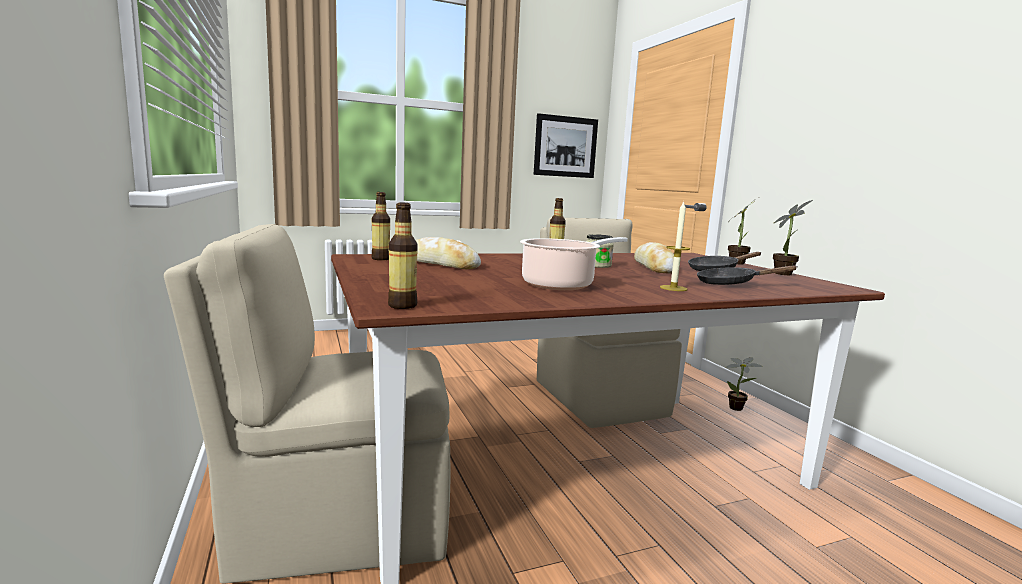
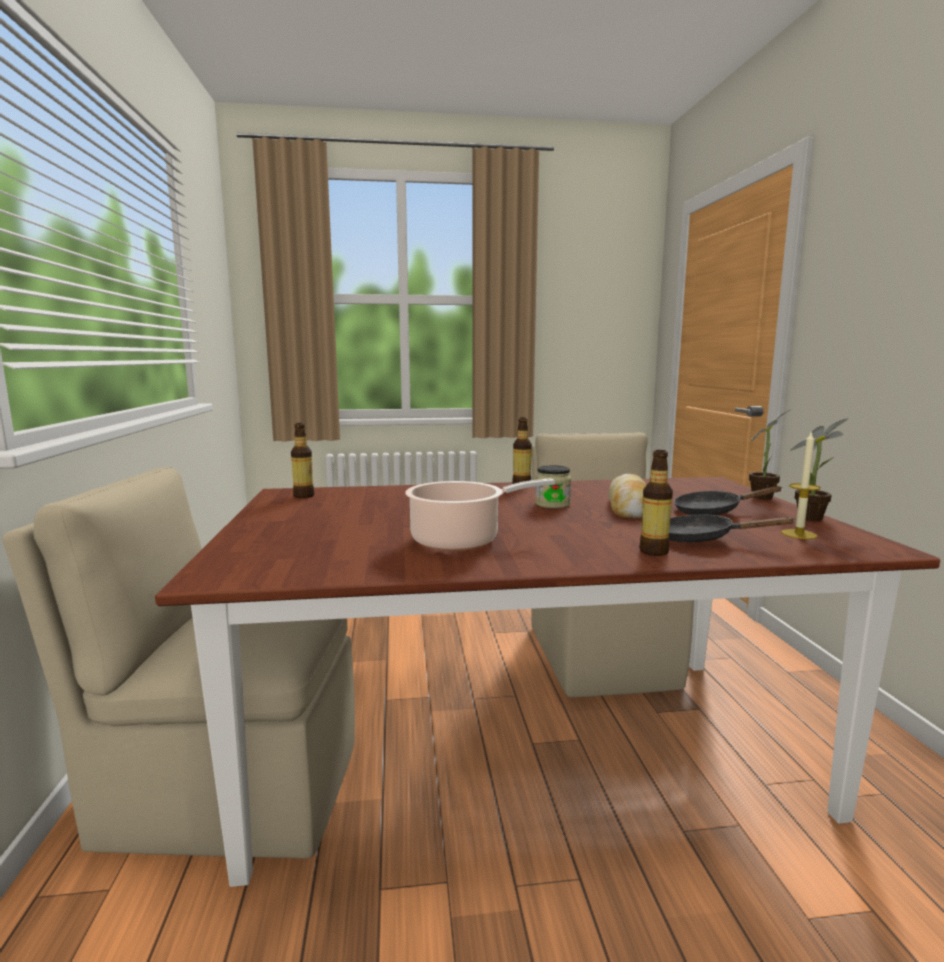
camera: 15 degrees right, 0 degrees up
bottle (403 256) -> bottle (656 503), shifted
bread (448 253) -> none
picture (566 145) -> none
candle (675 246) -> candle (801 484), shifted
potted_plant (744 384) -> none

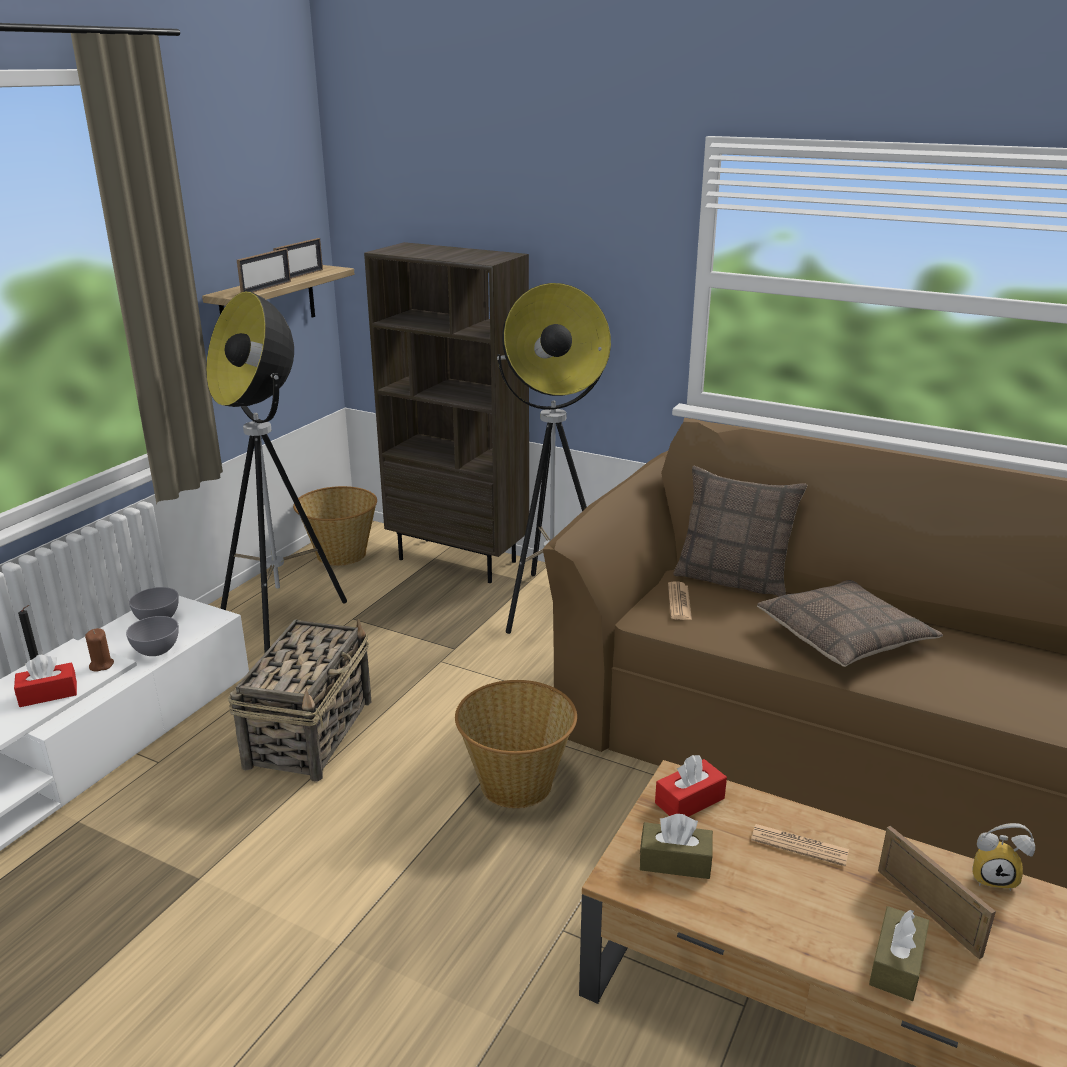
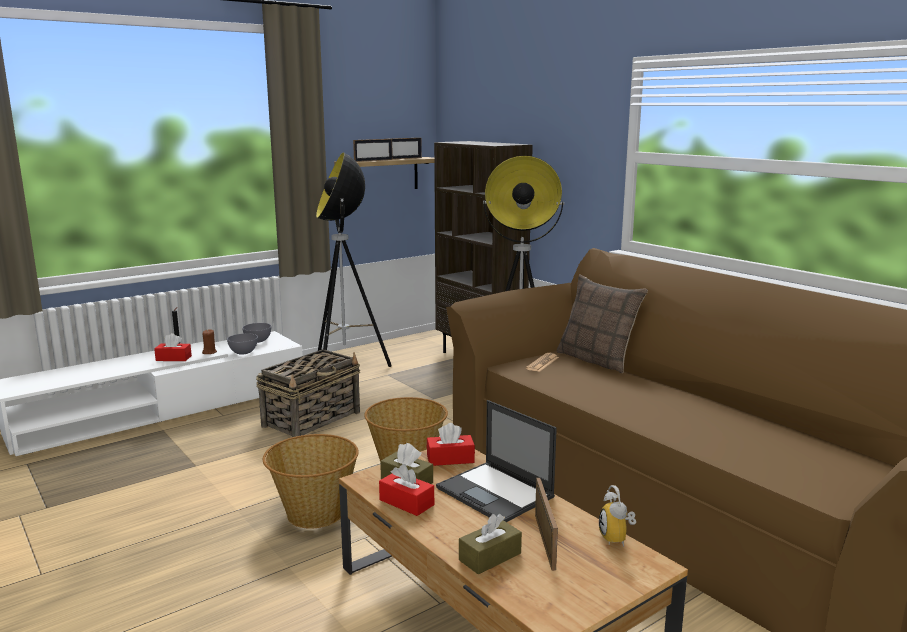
camera: 25 degrees right, 10 degrees down
basket (335 526) -> basket (311 481), shifted
newspaper (800 845) -> laptop (496 461)
pillow (850 623) -> none
alarm_clock (1004 857) -> alarm_clock (617 516), 45 degrees clockwise
none -> red_tissue_box (406 490)

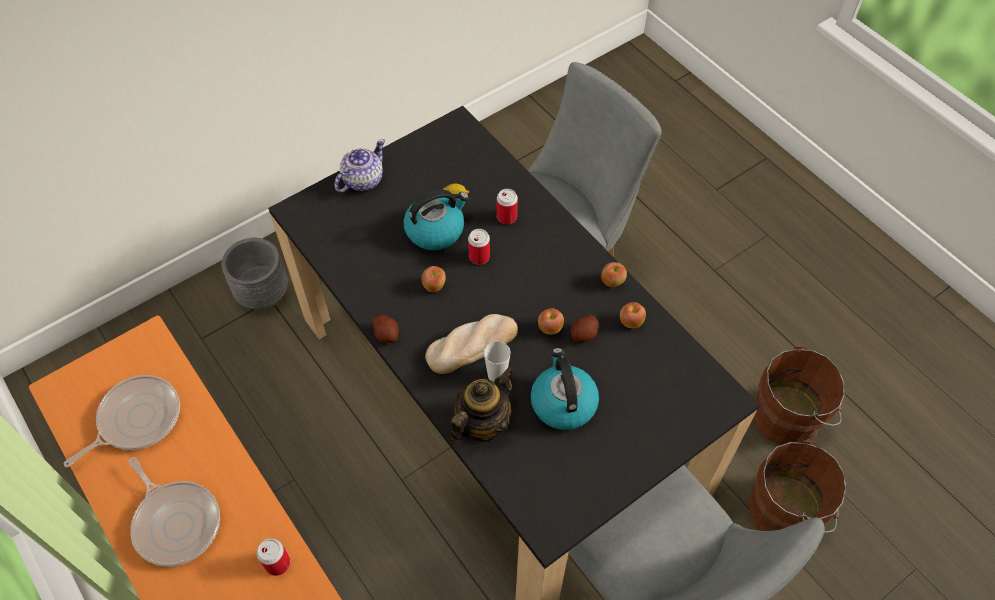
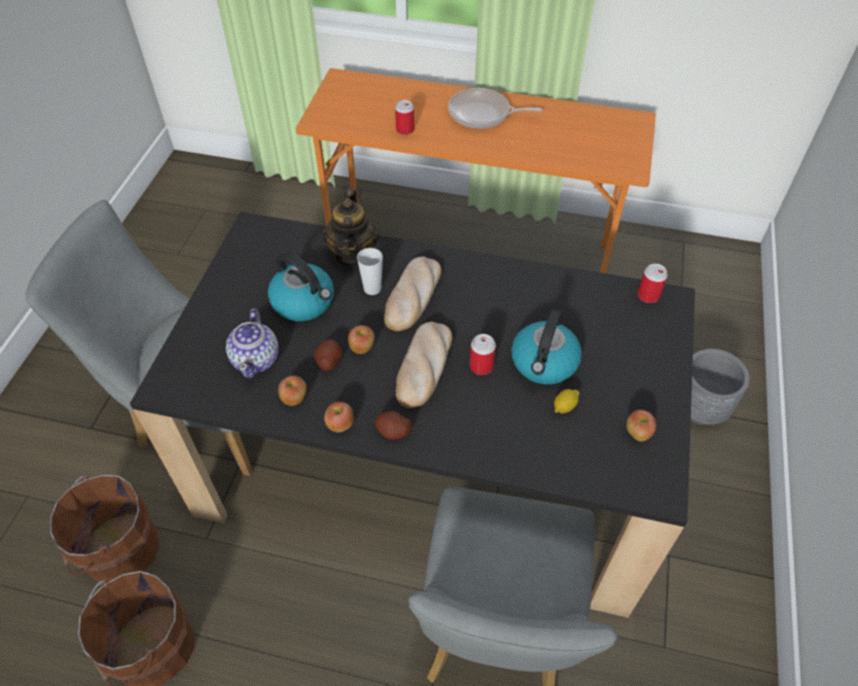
camera: 140 degrees right, 5 degrees down
frying_pan (122 421) -> none
teapot (359 166) -> teapot (252 343), shifted
potato (385 328) -> potato (393 425), shifted
apple (433 279) -> apple (641 425), shifted
can (507 206) -> can (652 283), shifted
none -> bread (424 365)

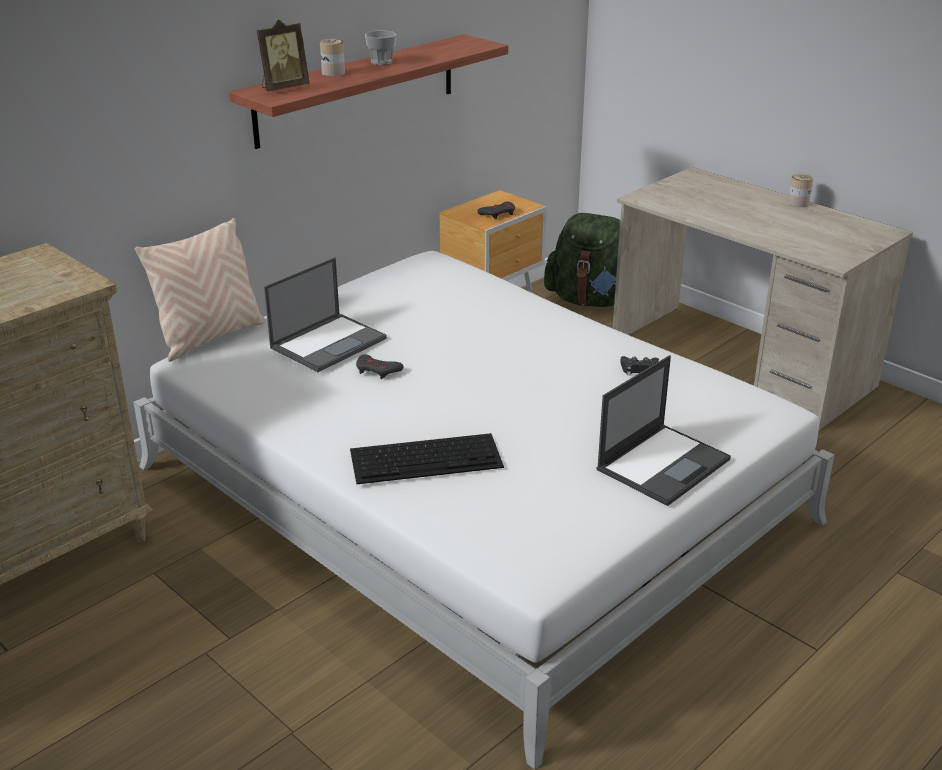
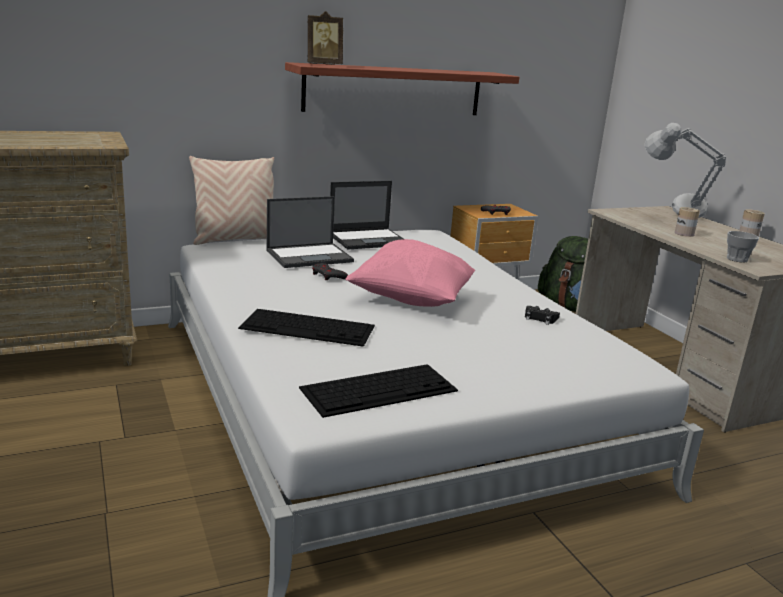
camera: 20 degrees right, 10 degrees down
can (332 57) -> can (687 222), shifted
cup (380 48) -> cup (743 247), shifted
laptop (663 430) -> laptop (367 215), shifted
none -> keyboard (378 391)
none -> pink_pillow (410 273)
none -> grey_table_lamp (685 170)

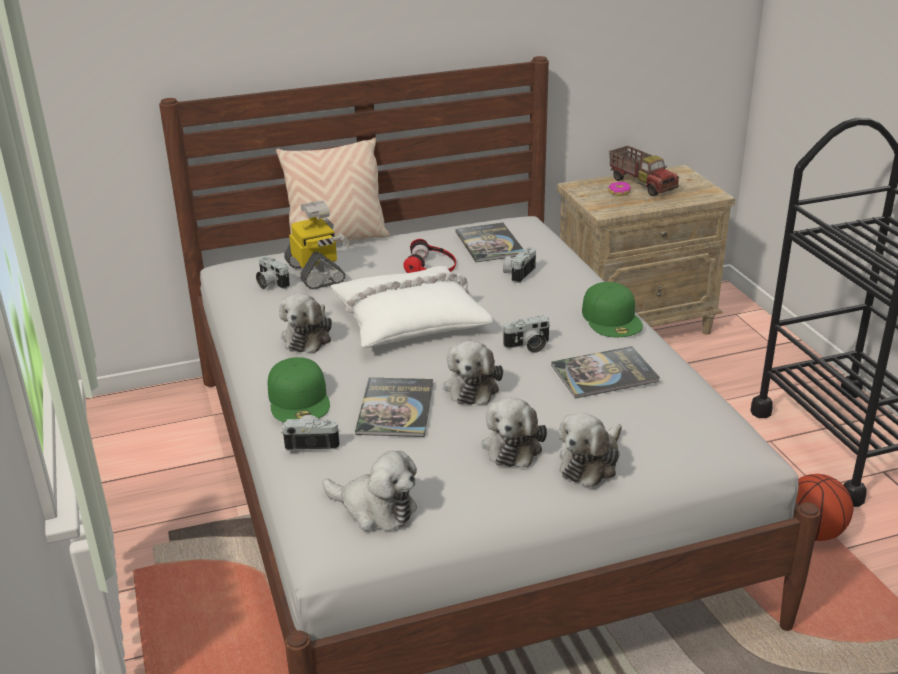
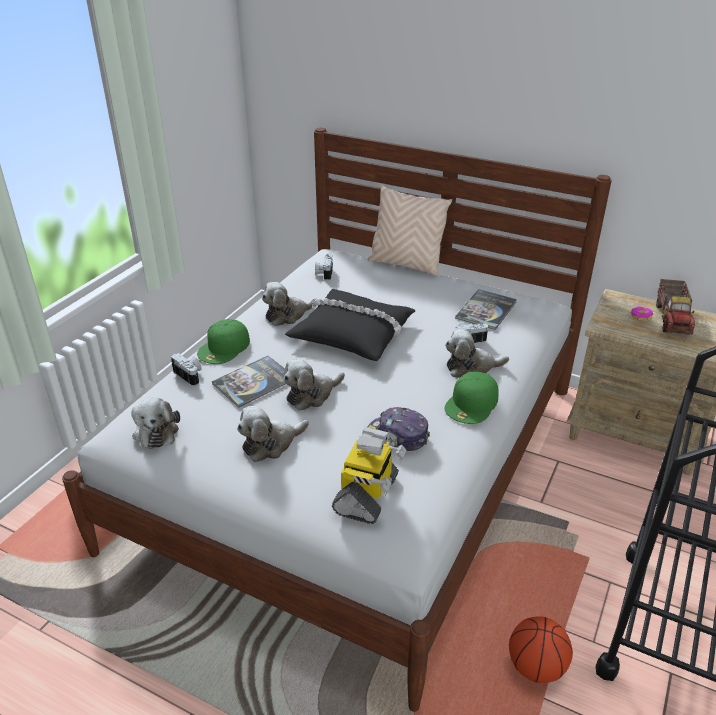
camera: 45 degrees right, 5 degrees up
toy_robot (316 244) -> toy_robot (369 475), shifted
white_pillow (412 307) -> black_pillow (350 325)
headphones (429 256) -> none
photo_camera (525 334) -> none
book (605 372) -> cap (399 429)
plush_toy (590 450) -> plush_toy (477 353), shifted

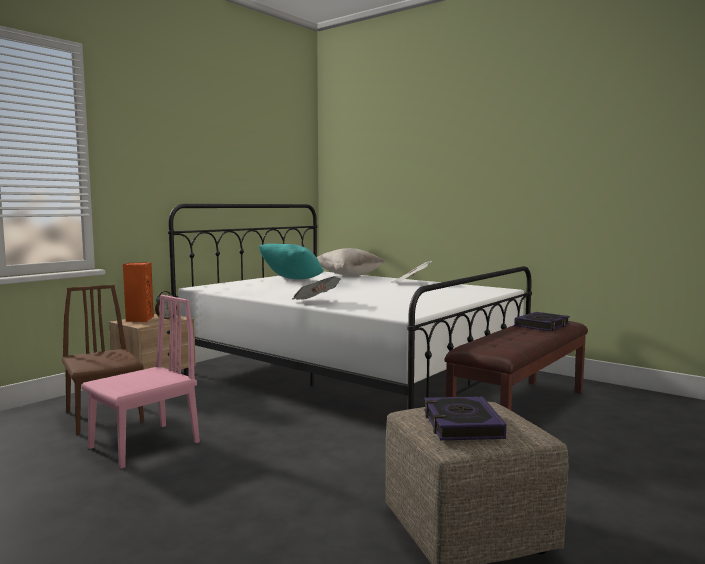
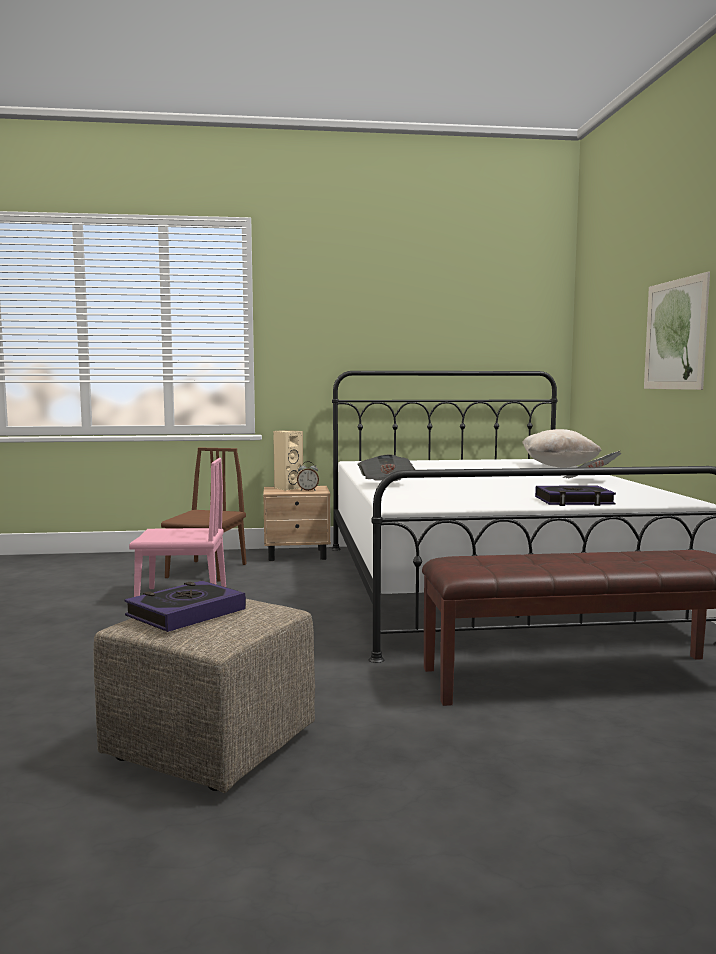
camera: 45 degrees right, 0 degrees up
orange_speaker (138 292) -> beige_speaker (288 460)
turquoise_pillow (291 261) -> none
book (542 321) -> book (575 495), shifted
none -> picture (677 331)

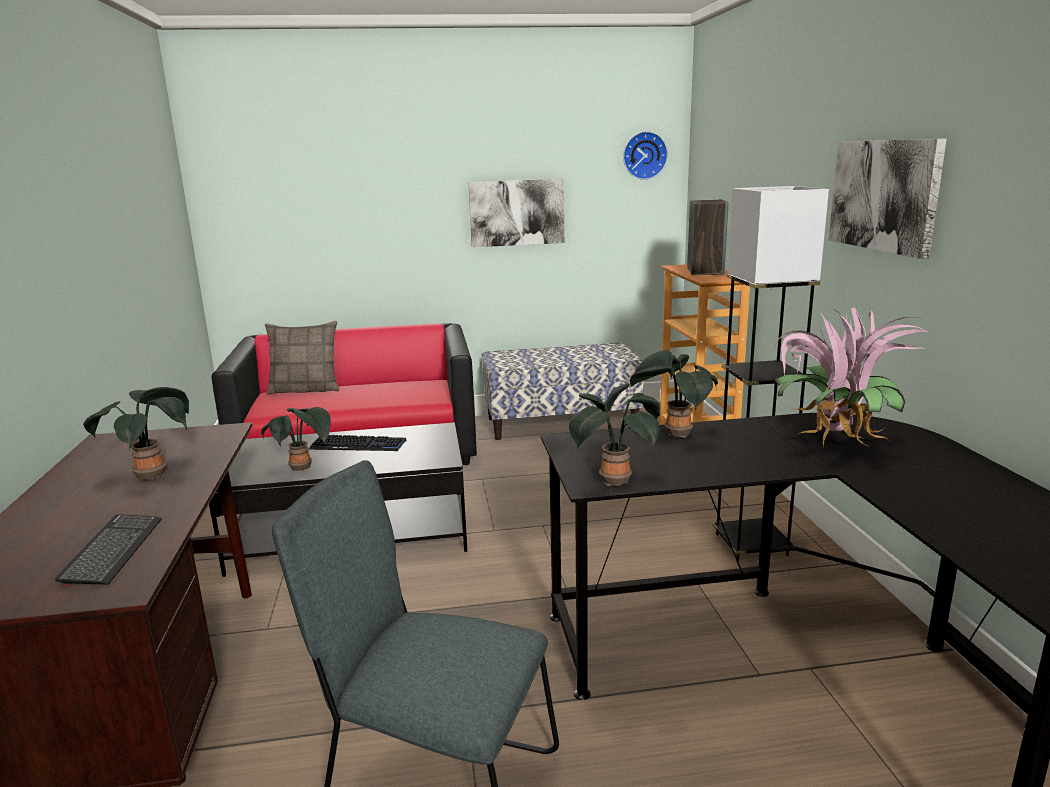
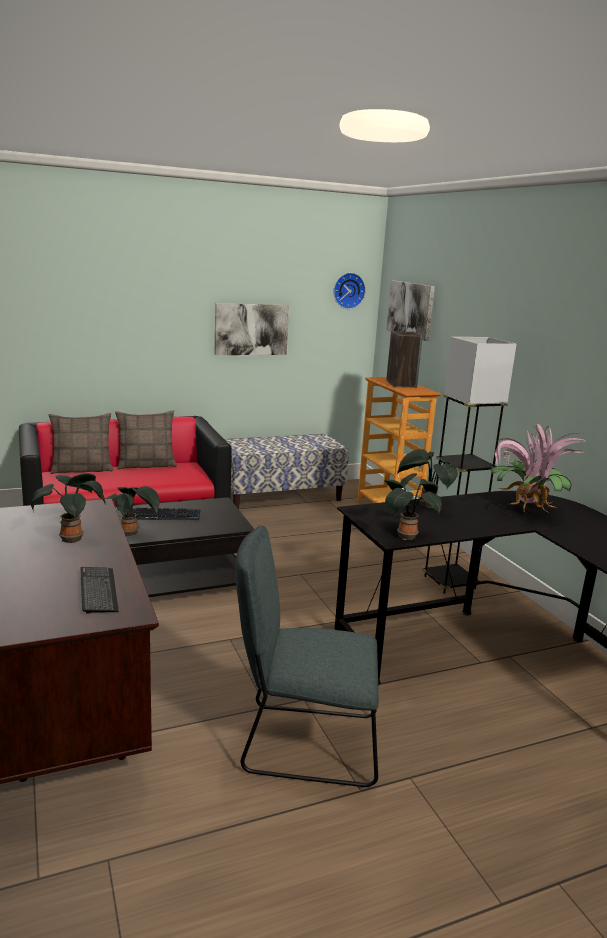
camera: 15 degrees left, 0 degrees up
picture (888 198) -> picture (410 310), shifted
none -> pillow (146 440)

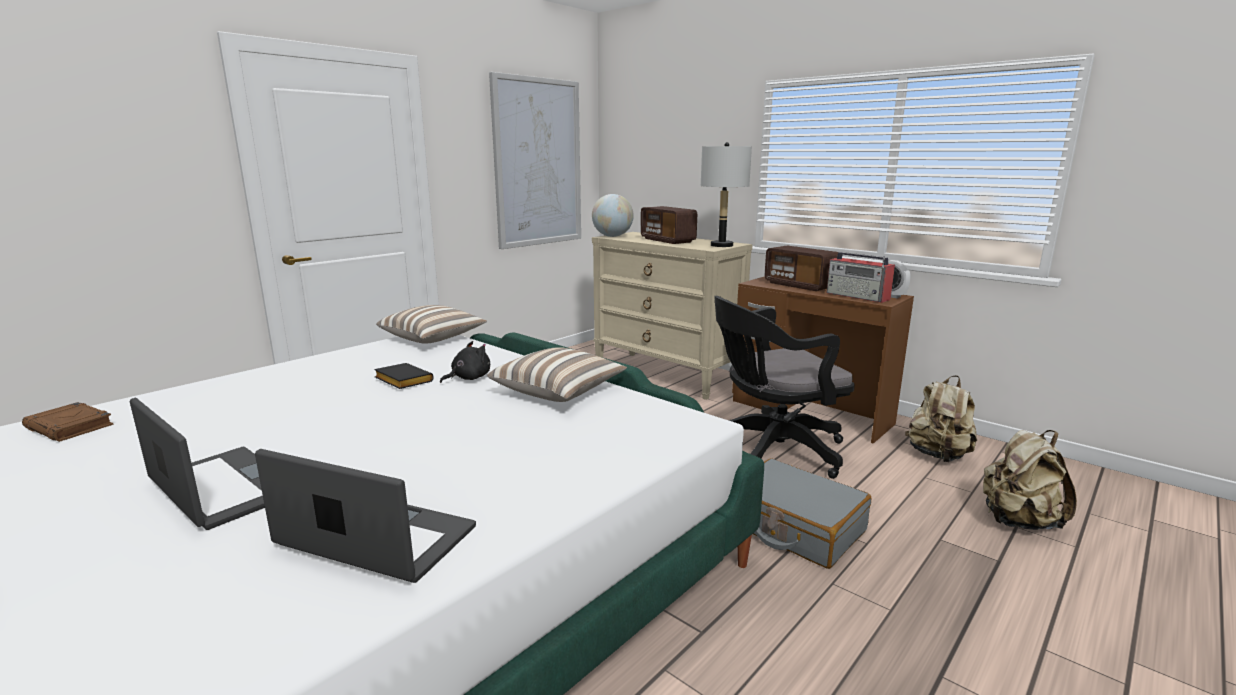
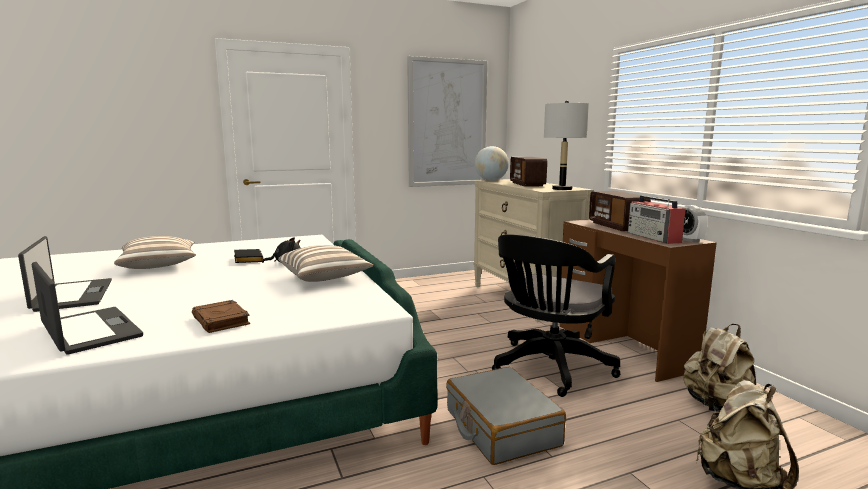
camera: 25 degrees right, 5 degrees down
brown_book (68 422) -> brown_book (221 316), shifted
pillow (431 324) -> pillow (155 252), shifted
black_office_chair (784 387) -> black_office_chair (556 315), 60 degrees counterclockwise

